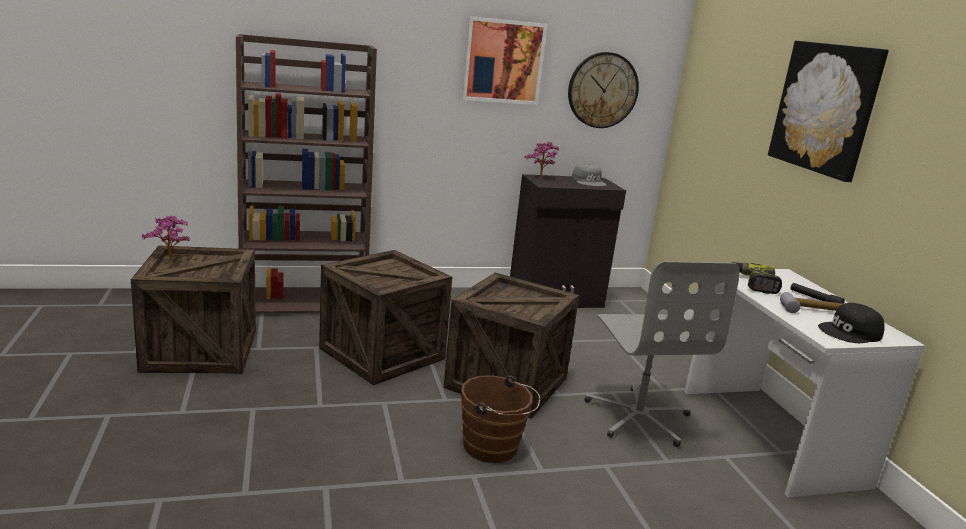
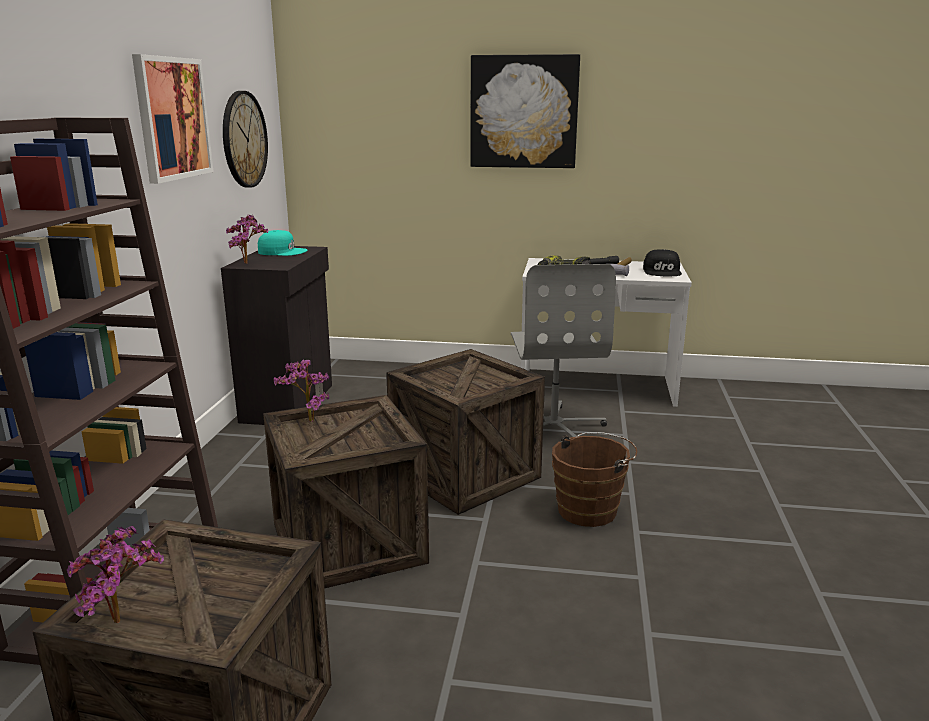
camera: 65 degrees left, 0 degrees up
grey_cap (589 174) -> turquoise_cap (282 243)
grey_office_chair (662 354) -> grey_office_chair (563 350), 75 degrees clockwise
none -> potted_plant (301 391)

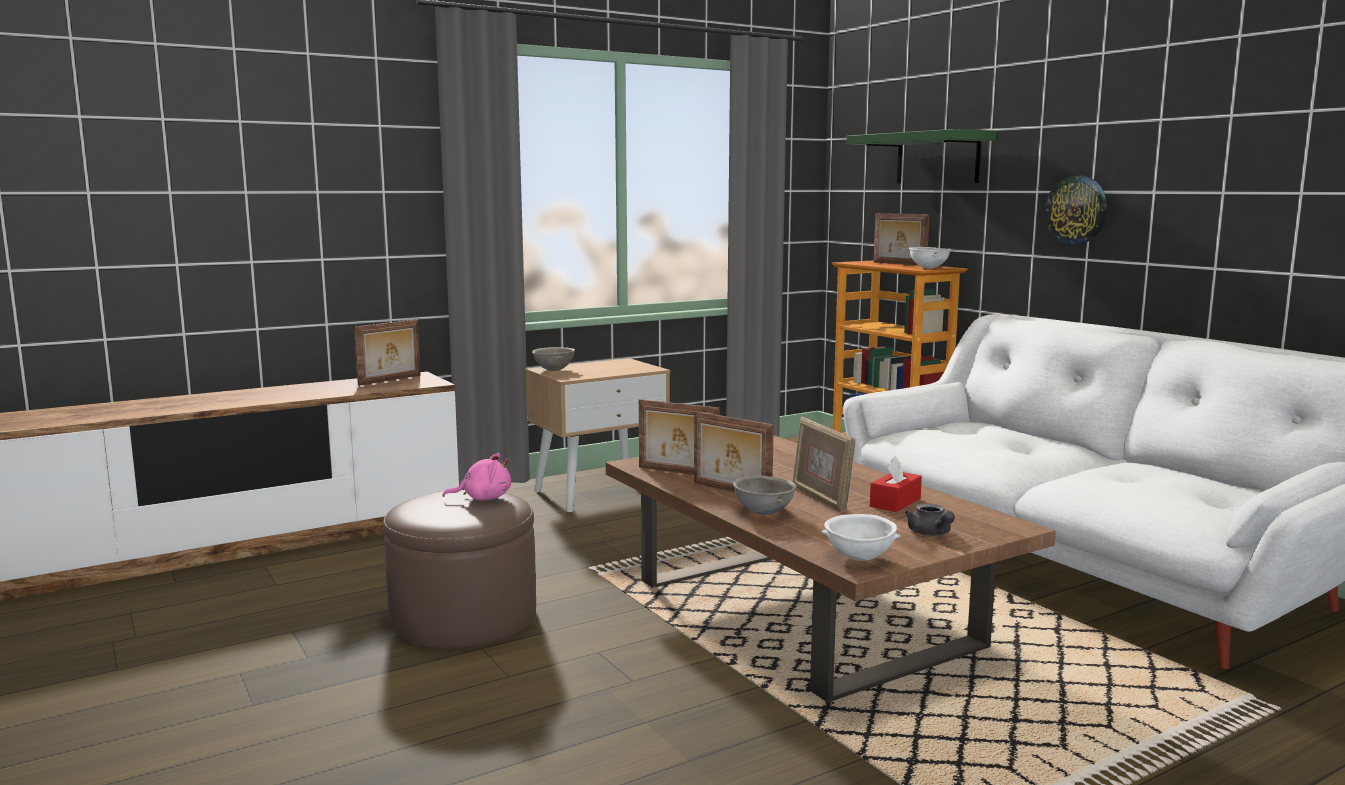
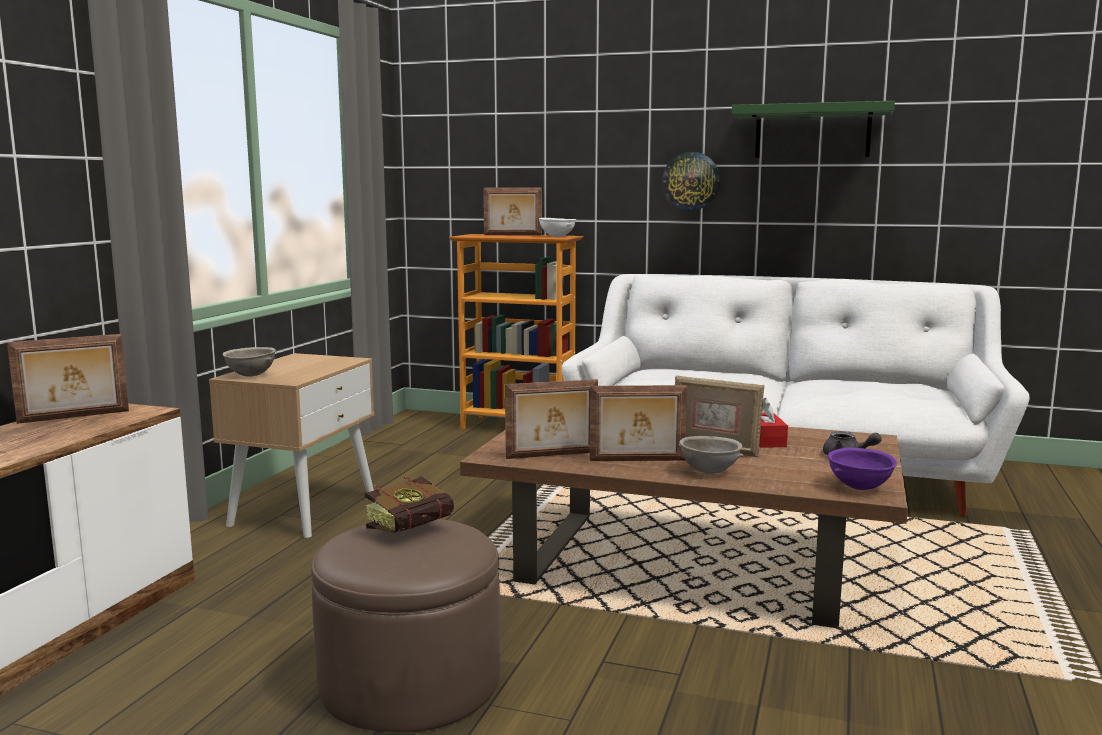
camera: 40 degrees left, 0 degrees up
picture_frame (387 352) -> picture_frame (68 379), 60 degrees clockwise
pink_plush_toy (477 477) -> book (409 504)
white_bowl (861 537) -> purple_bowl (862 468)
green_shelf (921 156) -> green_shelf (813 129), shifted

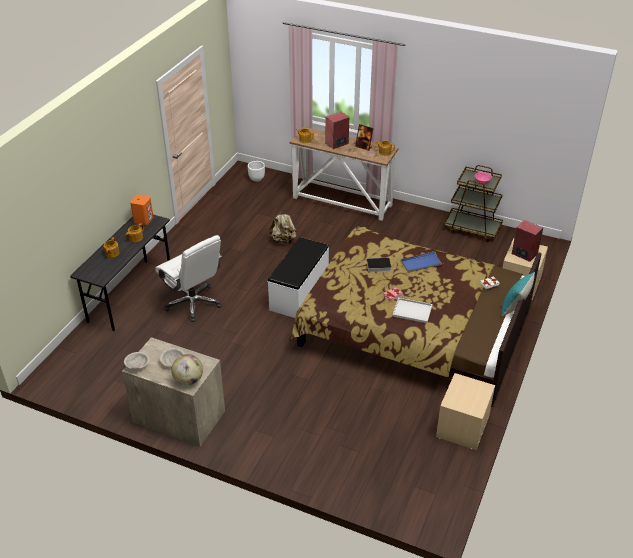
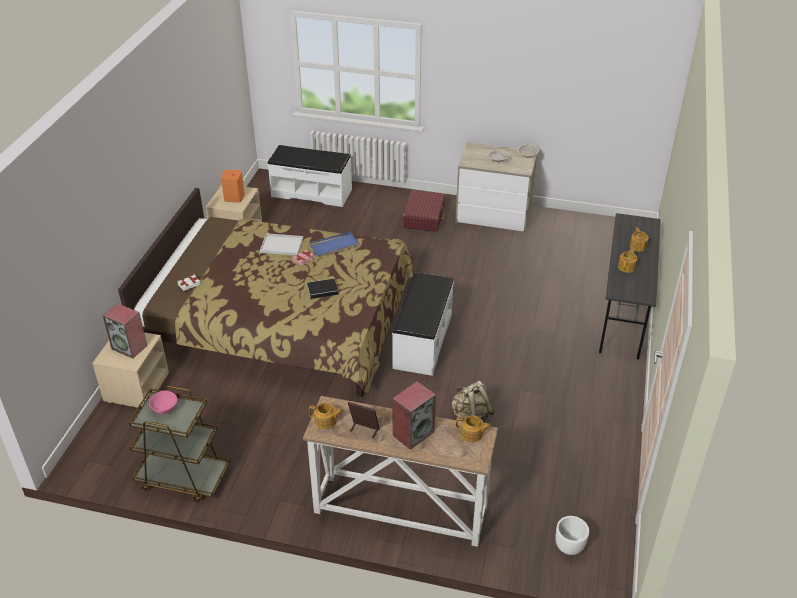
camera: 170 degrees right, 0 degrees up
orange_speaker (141 209) -> orange_speaker (233 186), shifted
white_office_chair (188 278) -> none
globe (187 370) -> none
blue_tray (422 262) -> blue_tray (334 244), shifted
turquoise_pillow (518 294) -> none
none -> white_bench (309 176)
none -> red_suitcase (424 211)

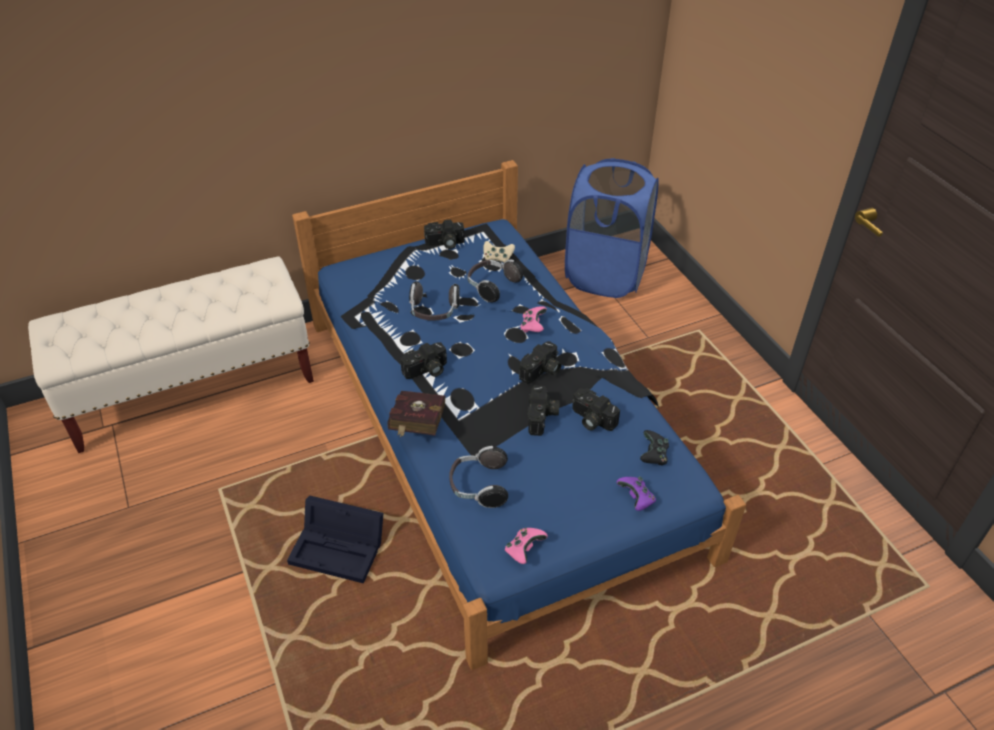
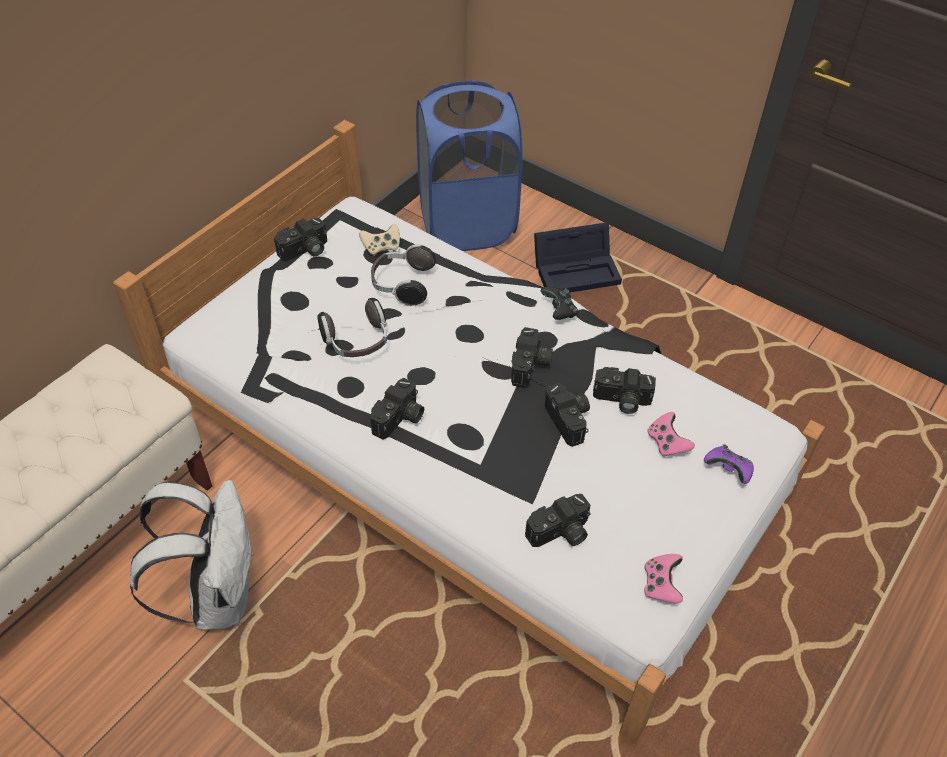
camera: 30 degrees left, 5 degrees up
black_storage_box (335 539) -> black_storage_box (578 258), shifted
blue_bed (519 415) -> white_bed (469 432)
red_book (416 414) -> none
headphones (478 477) -> photo_camera (558 520)
pink_game_controller (534 319) -> pink_game_controller (671 434), shifted
black_game_controller (654 448) -> black_game_controller (559 303), shifted
none -> white_backpack (192 555)

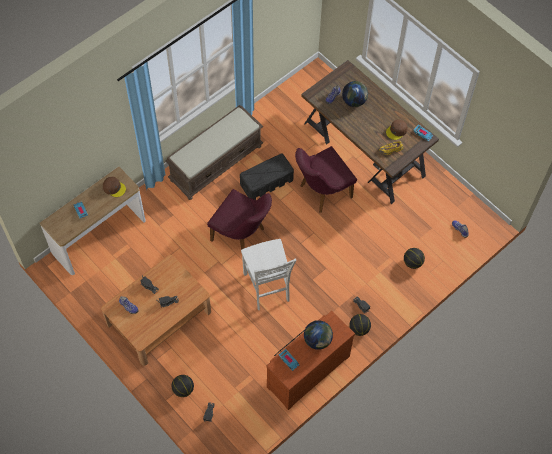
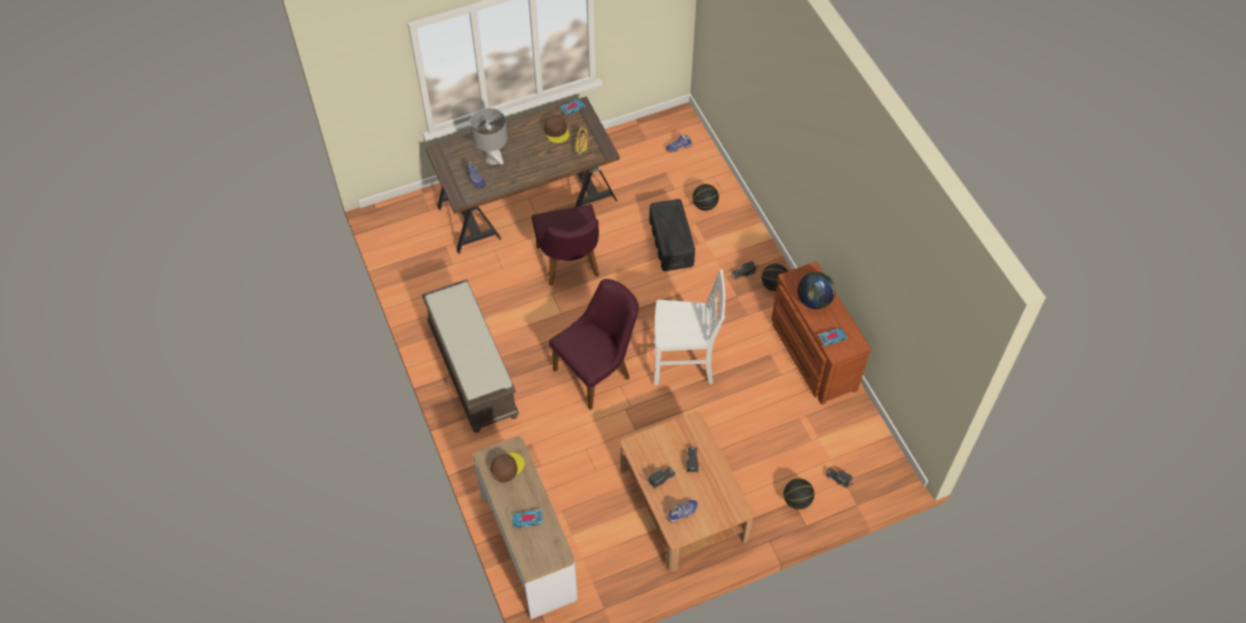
camera: 70 degrees left, 5 degrees down
black_storage_box (267 177) -> black_storage_box (672 235), shifted
globe (355 94) -> grey_table_lamp (489 136)

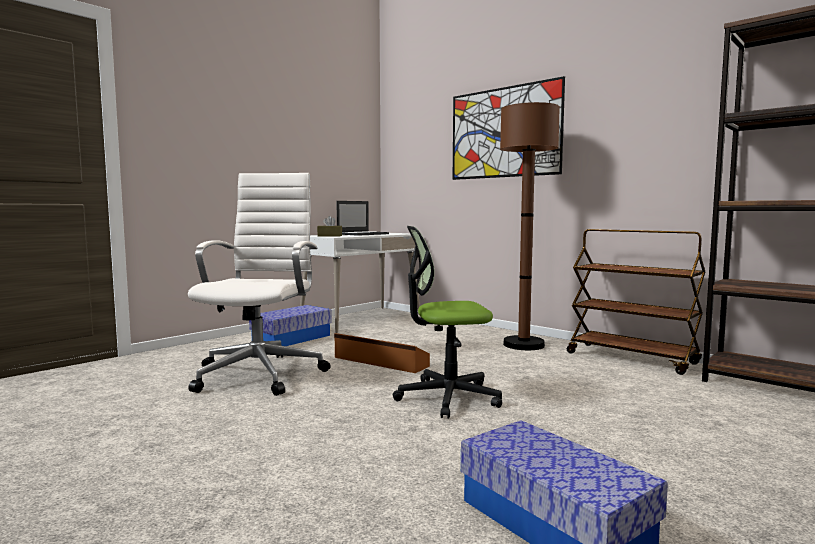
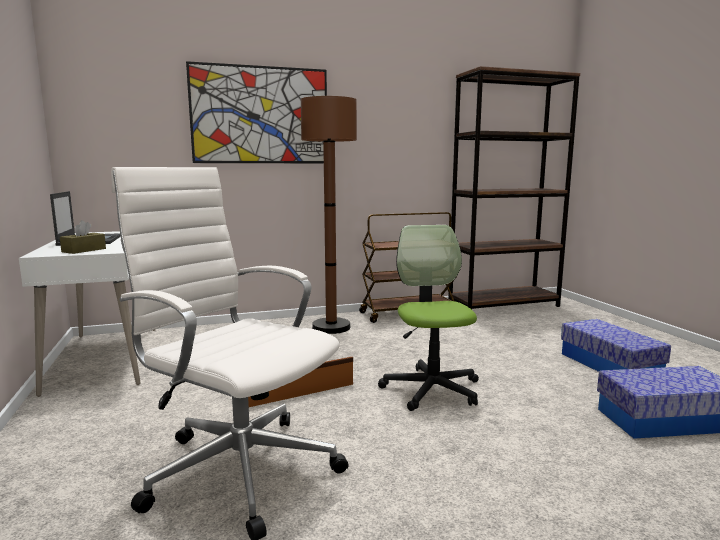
camera: 60 degrees left, 5 degrees up
storage_box (290 325) -> storage_box (616 345), shifted
office_chair (447 322) -> office_chair (428 318), 150 degrees clockwise

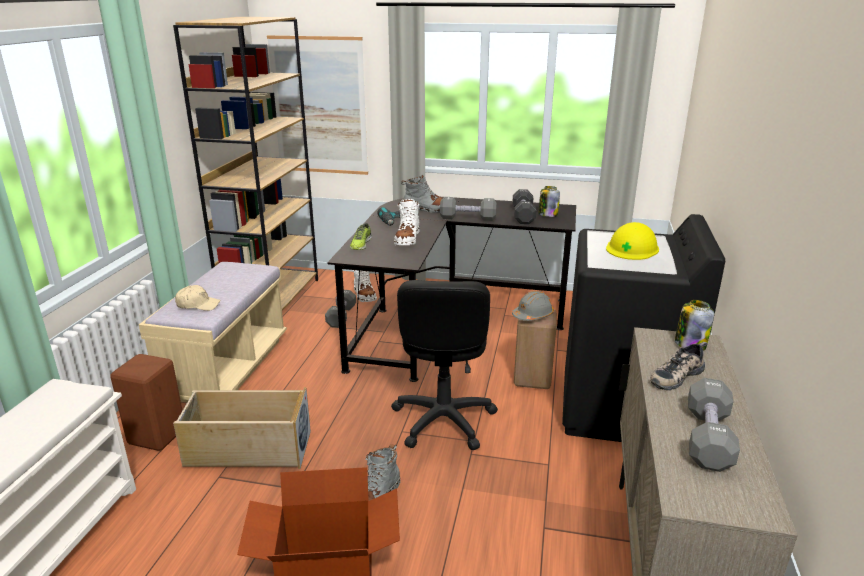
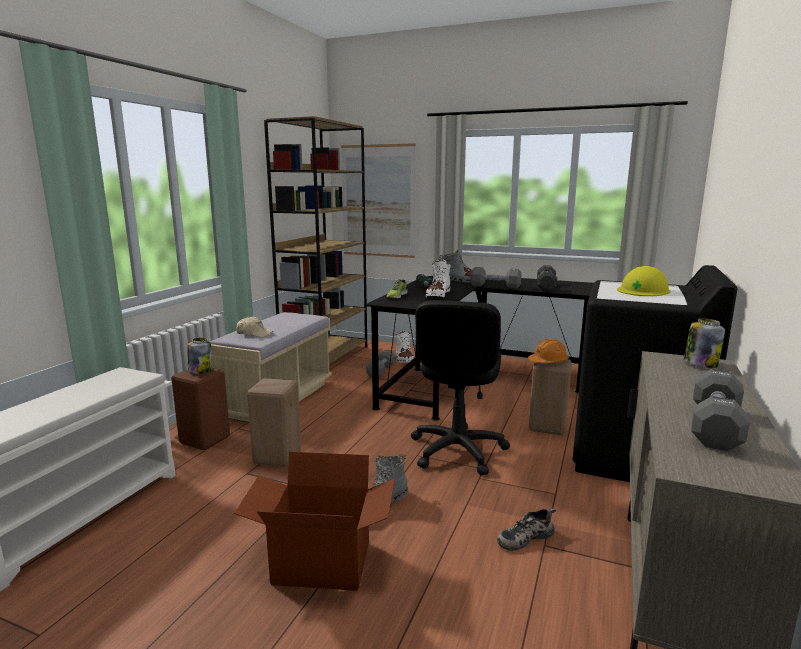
camera: 10 degrees right, 10 degrees down
beige_storage_box (242 428) -> beige_stool (274 422)
grey_hard_hat (533 306) -> orange_hard_hat (548 351)
jar (549 201) -> jar (200 356), shifted
shoe (679 366) -> shoe (526 529), shifted

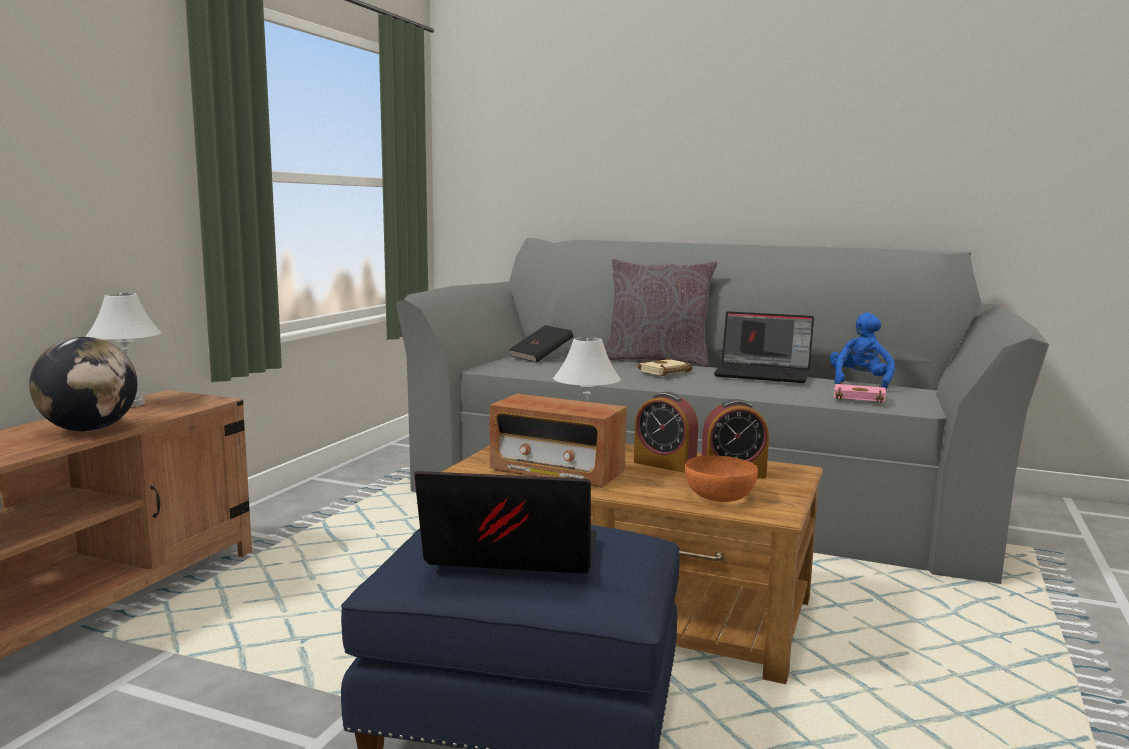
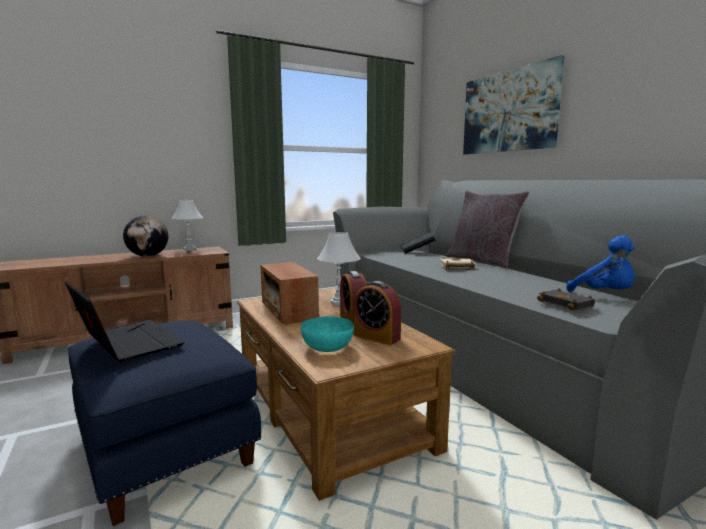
camera: 40 degrees right, 0 degrees up
orange_bowl (721 478) -> turquoise_bowl (327 334)
laptop (763 347) -> none
blue_plush_toy (862 351) -> blue_plush_toy (600 263), 90 degrees clockwise
pink_book (860 392) -> black_book (566 300)
none -> picture (513 105)

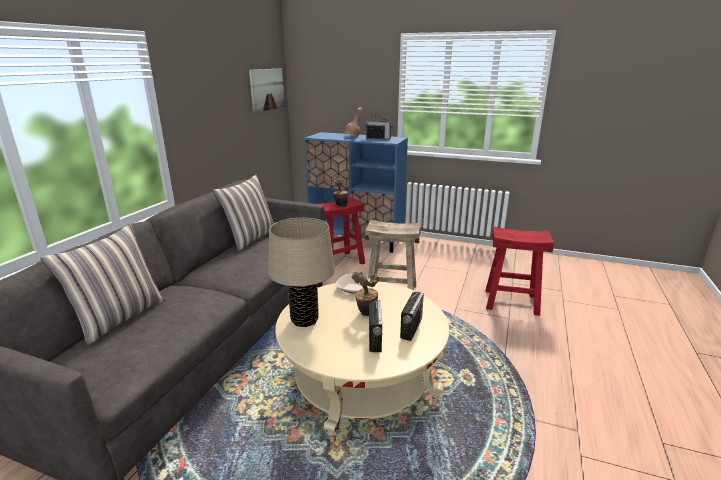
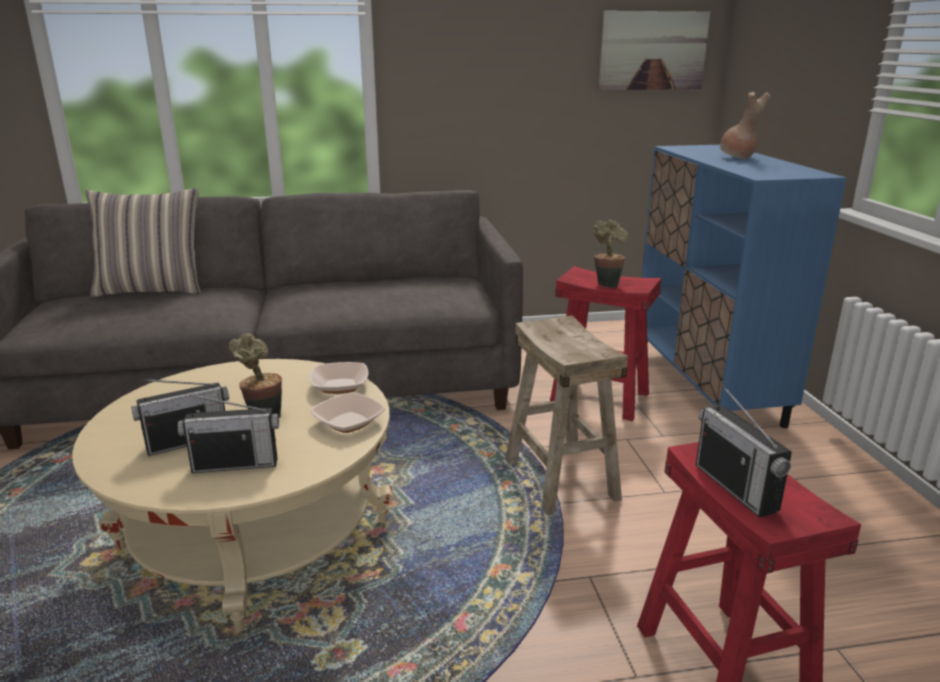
camera: 60 degrees right, 0 degrees up
pillow (243 213) -> none
beige_table_lamp (301 272) -> none
radio (378 127) -> radio (744 451), shifted
none -> bowl (347 412)

